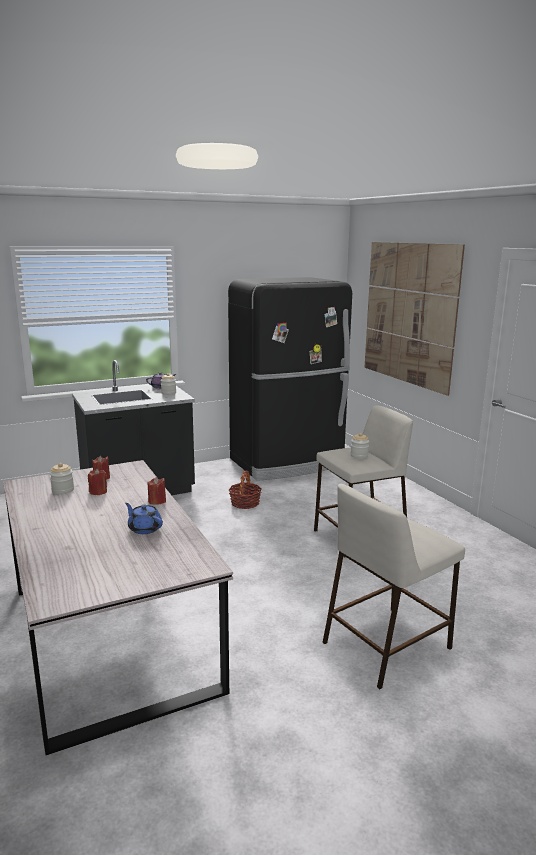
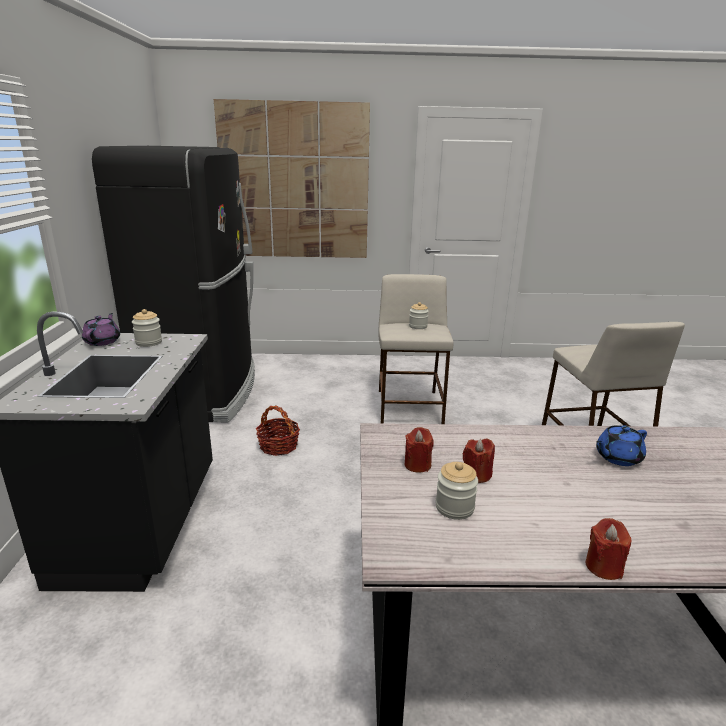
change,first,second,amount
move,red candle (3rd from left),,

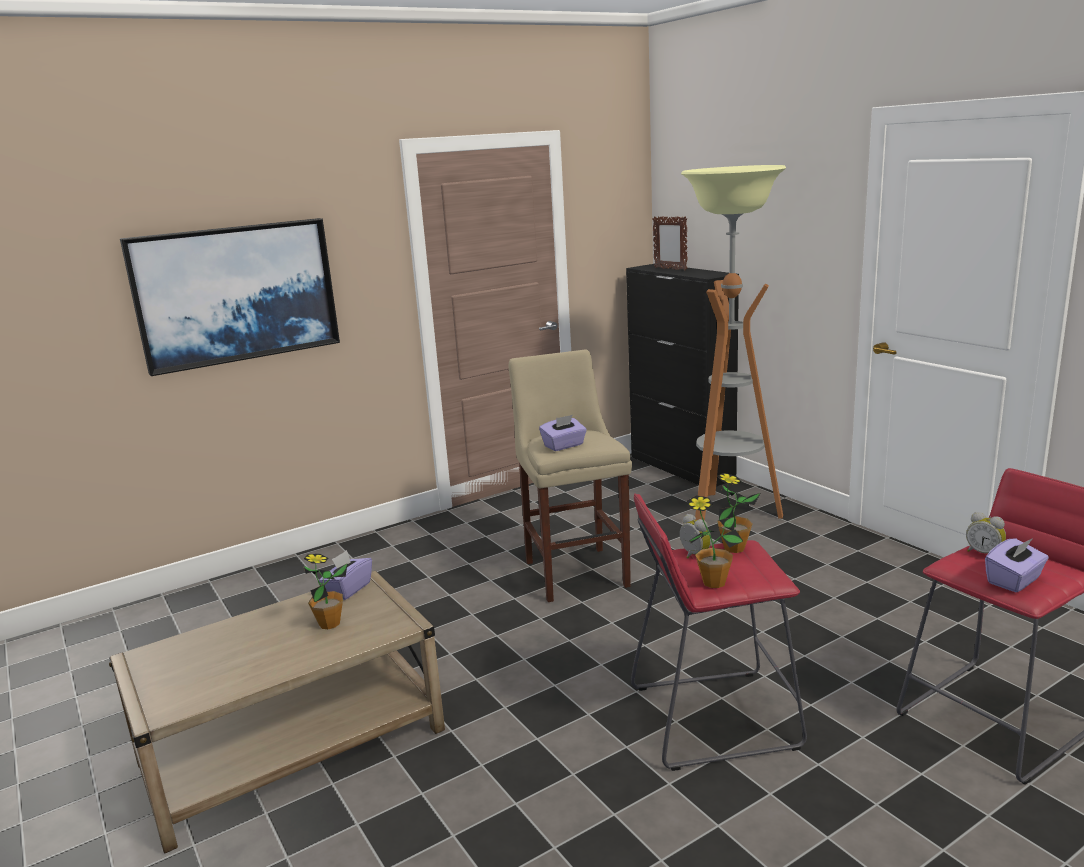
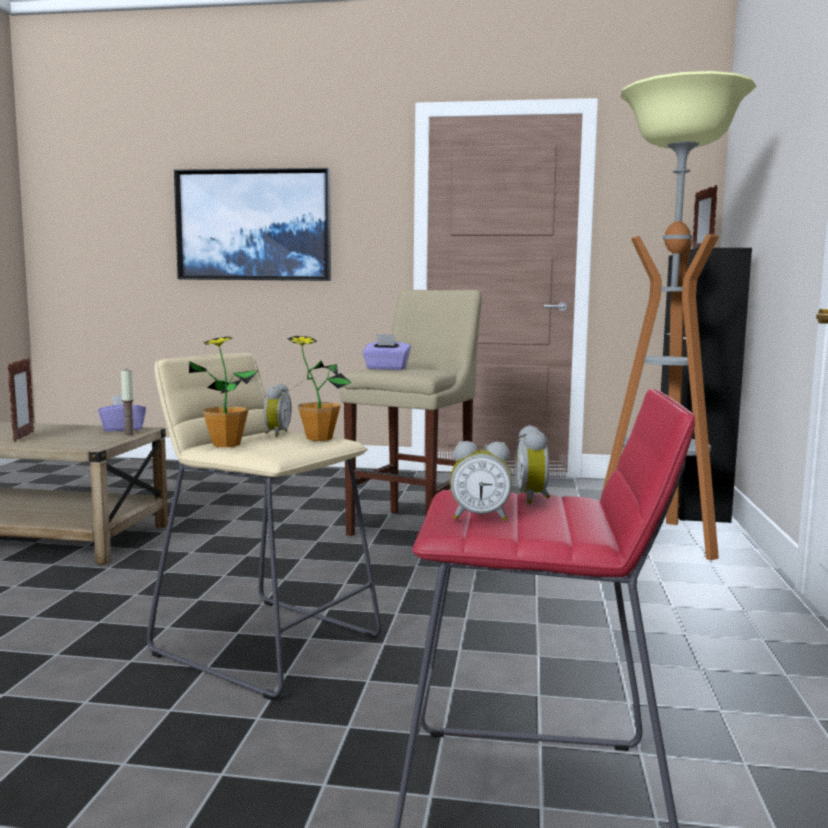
change,first,second,amount
insert,,picture frame (1st from left),
insert,,candle,
recolor,red stool (1st from left),beige stool (1st from left),
replace,purple tissue box (3rd from left),alarm clock (2nd from left),
delete,potted plant (1st from left),,

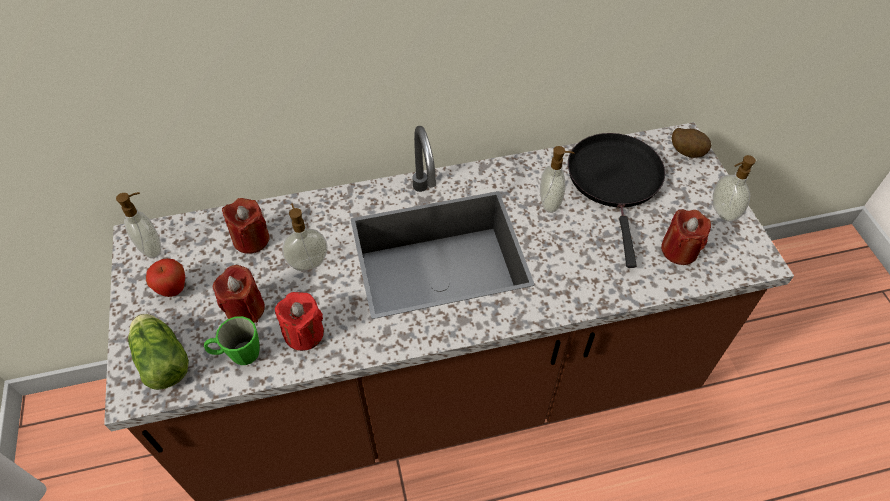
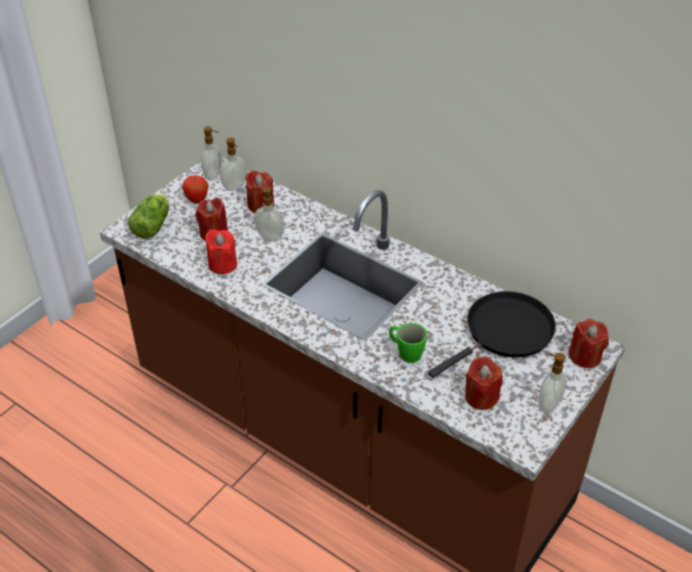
change,first,second,amount
move,soap dispenser (3rd from left in the first image),soap dispenser (2nd from left),
move,green mug,,
replace,potato,red candle (5th from left),

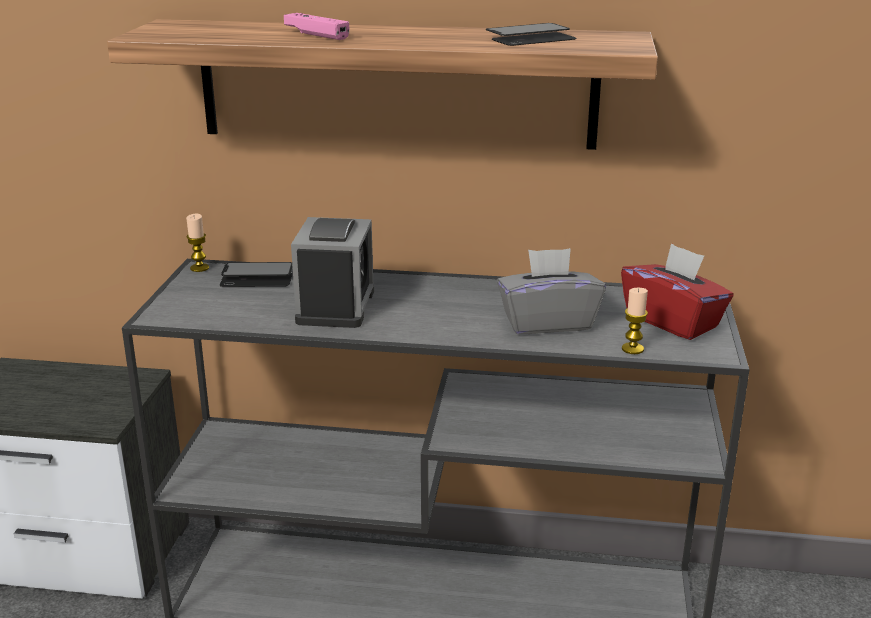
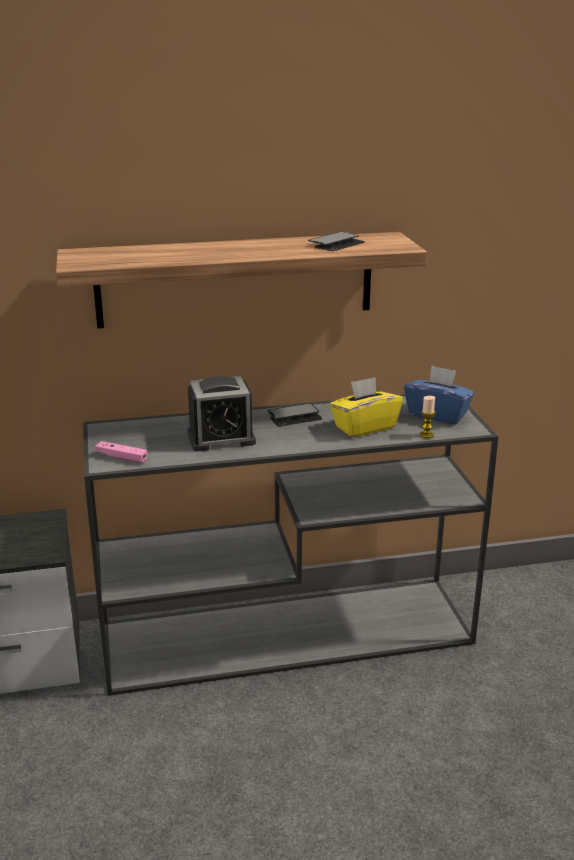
change,first,second,amount
move,pink game controller,,
rotate,alarm clock,,90 degrees clockwise
move,phone (1st from left),,
recolor,grey tissue box,yellow tissue box,
recolor,red tissue box,blue tissue box,
delete,candle (1st from left),,

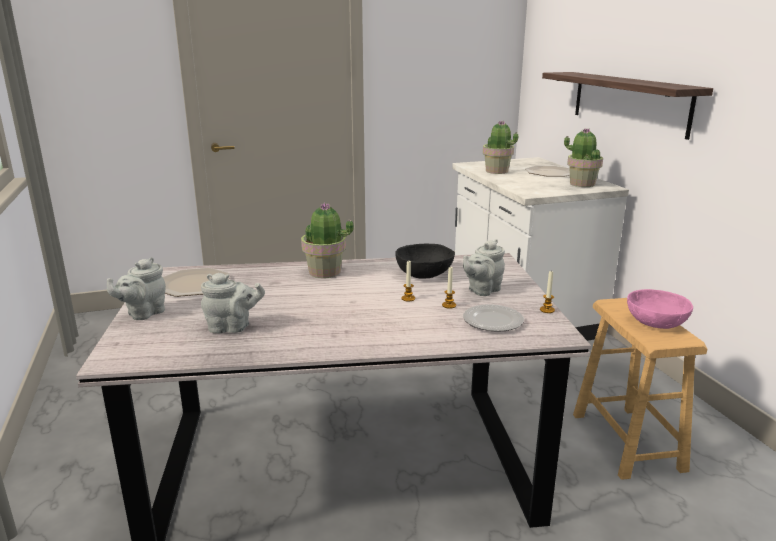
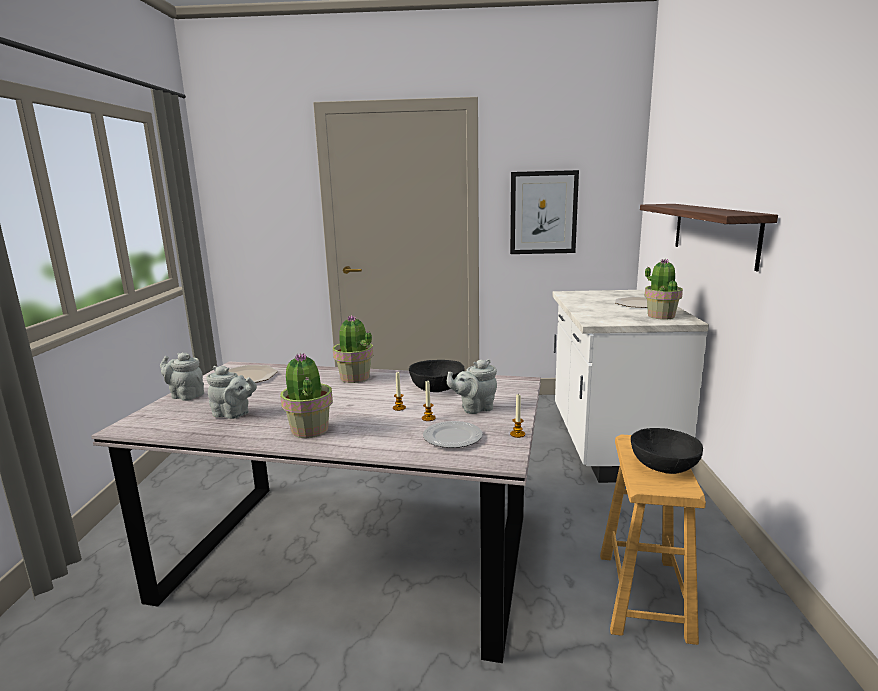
change,first,second,amount
rotate,grey teapot (1st from left),,60 degrees clockwise
move,potted plant (2nd from left in the first image),potted plant (1st from left),
insert,,picture,
recolor,pink bowl,black bowl (2nd from left),

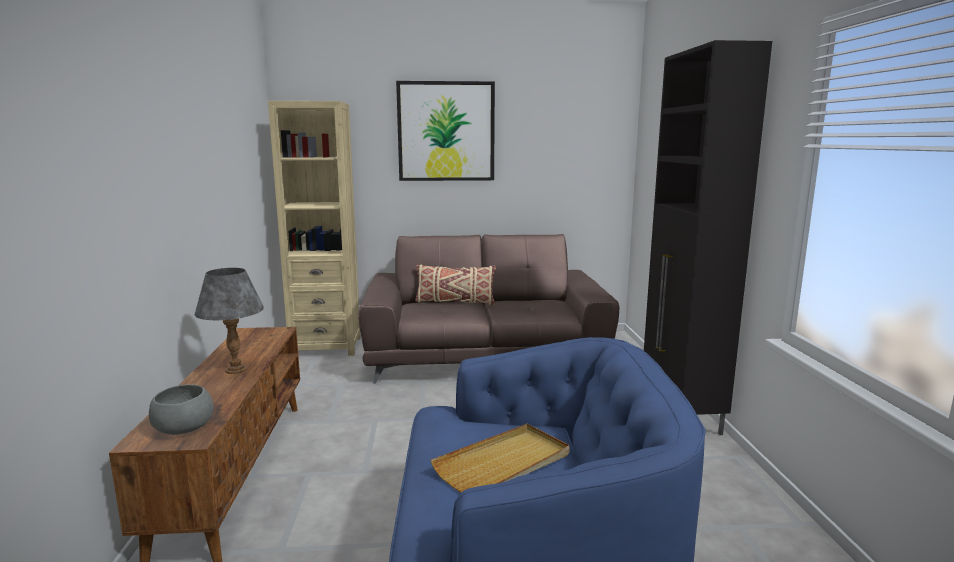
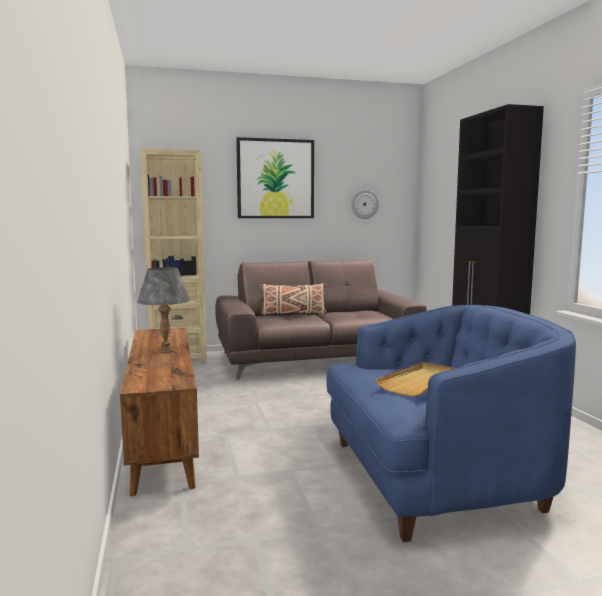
change,first,second,amount
insert,,wall clock,
delete,grey bowl,,

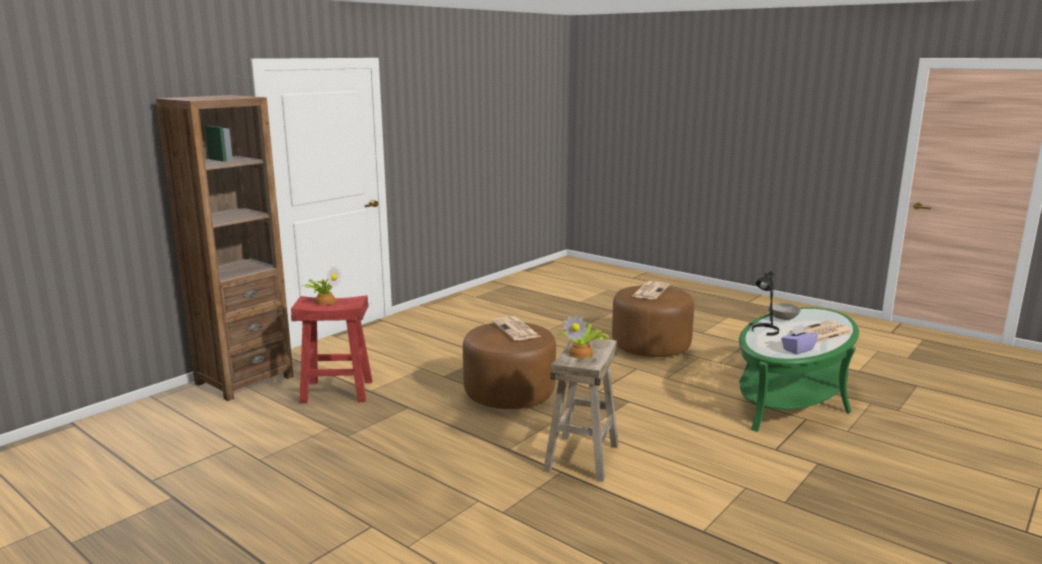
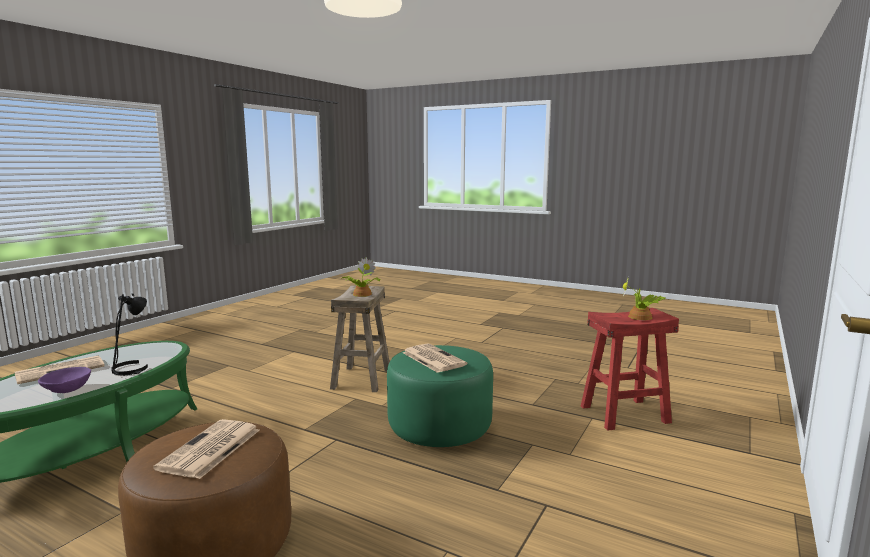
change,first,second,amount
recolor,grey bowl,purple bowl,
recolor,brown ottoman (1st from left),green ottoman,
delete,brown bookcase,,
delete,purple tissue box,,

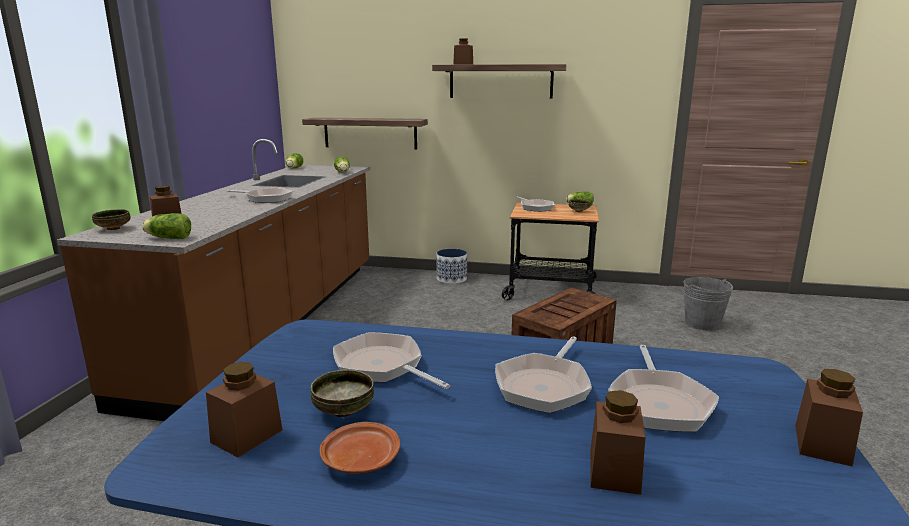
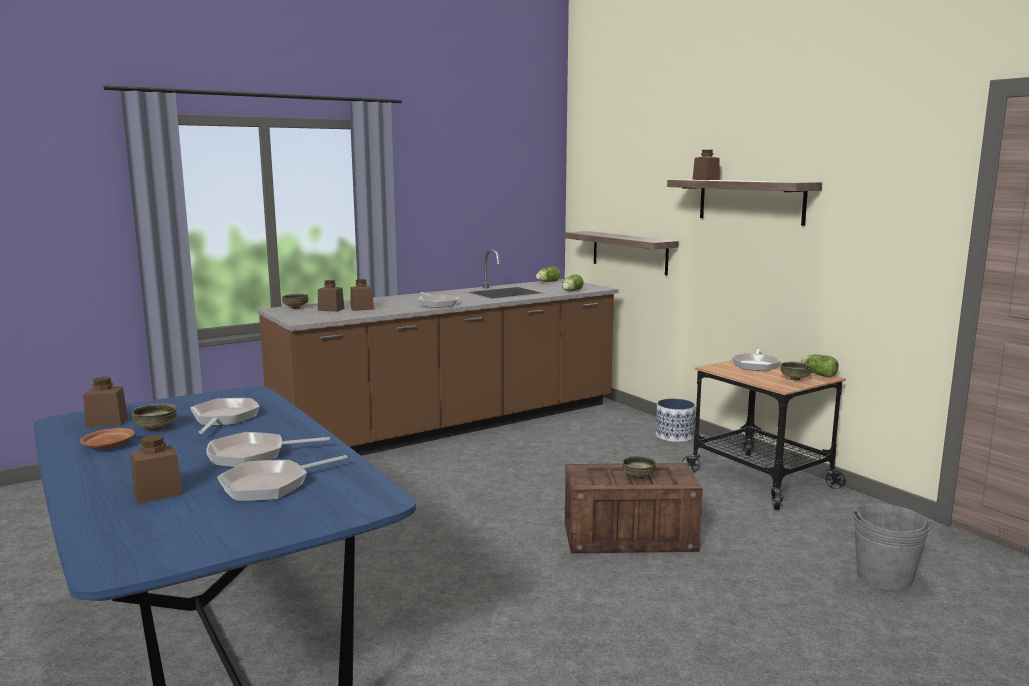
change,first,second,amount
move,brown jar (5th from left in the first image),brown jar (4th from left),
insert,,bowl (3rd from left),
delete,lettuce (1st from left),,

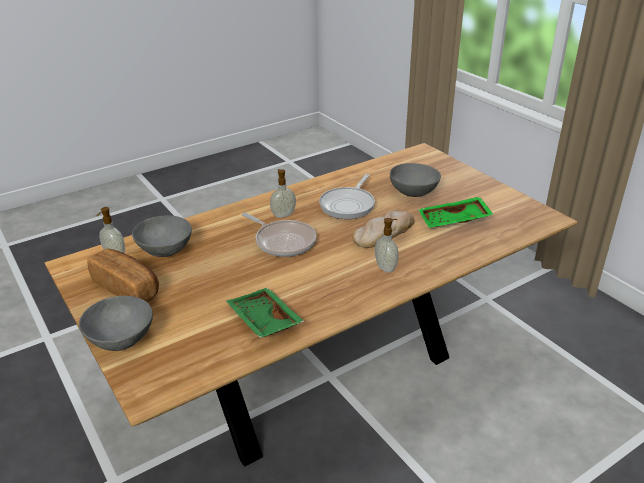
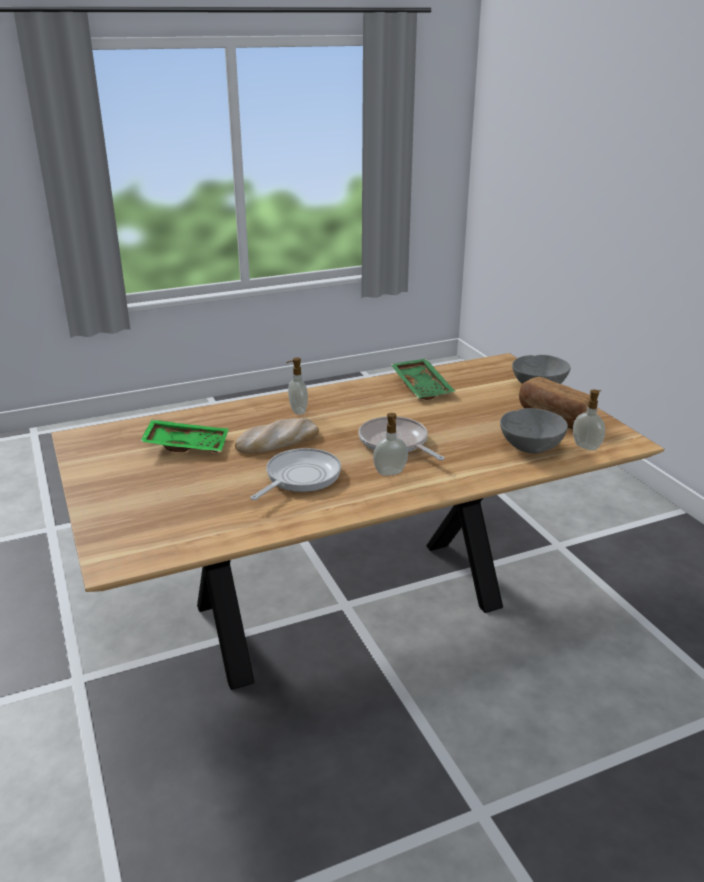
change,first,second,amount
delete,grey bowl (3rd from left),,

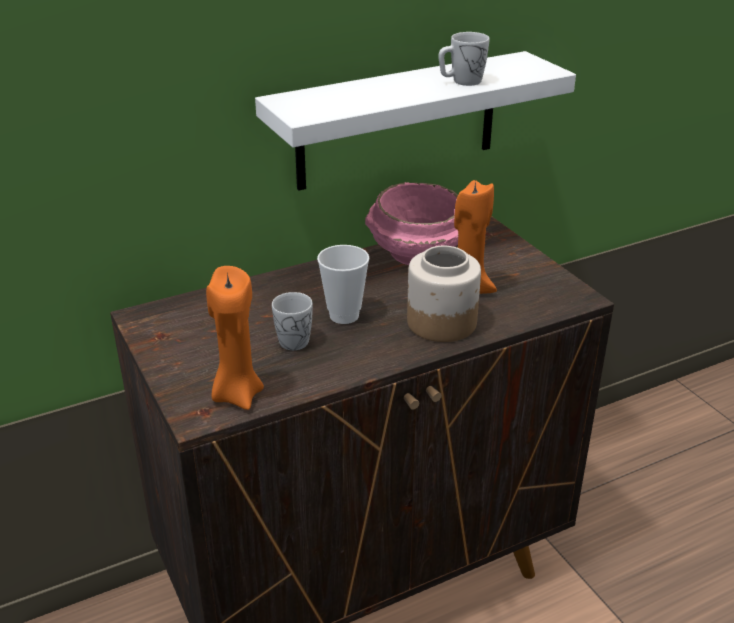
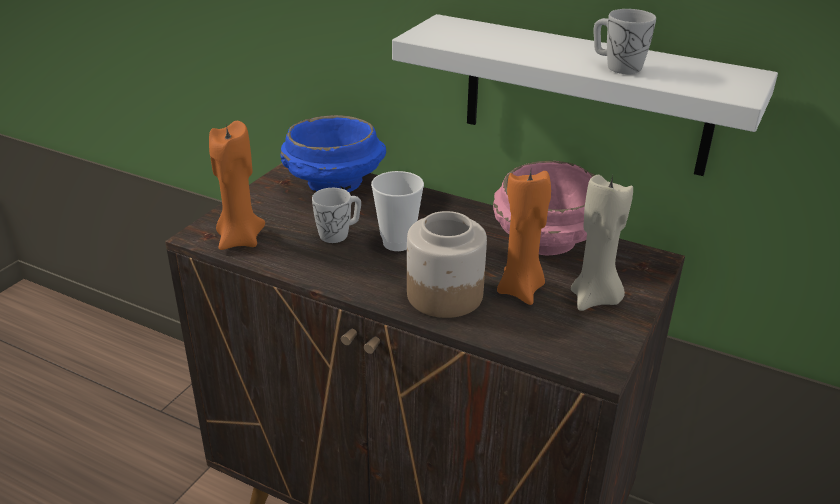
change,first,second,amount
insert,,blue bowl,
insert,,beige candle,

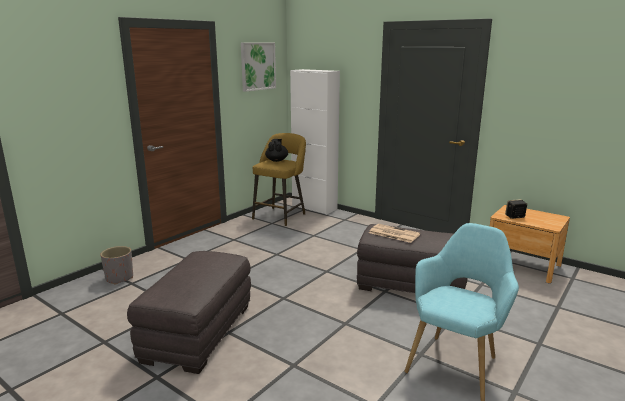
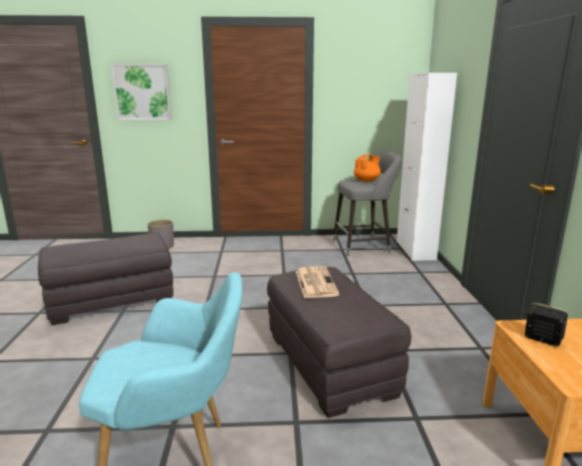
change,first,second,amount
move,picture,,
recolor,yellow stool,grey stool,
recolor,black teapot,orange teapot,

